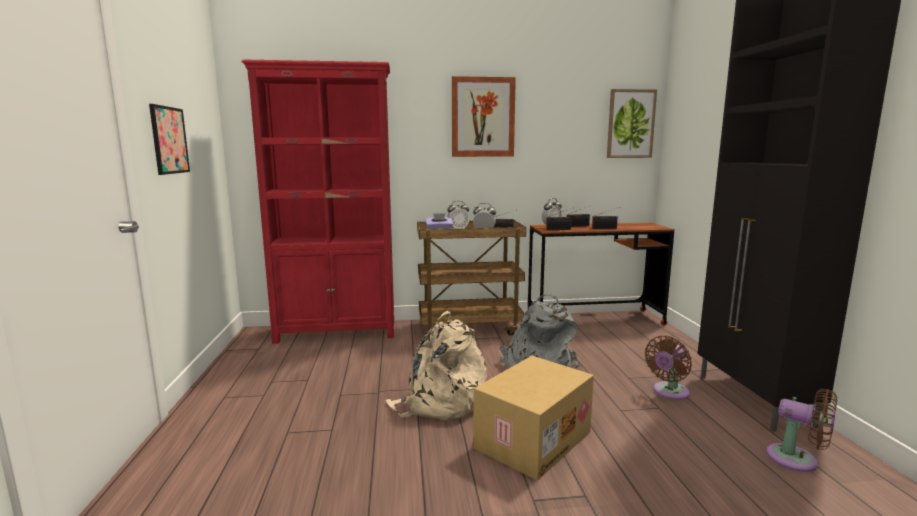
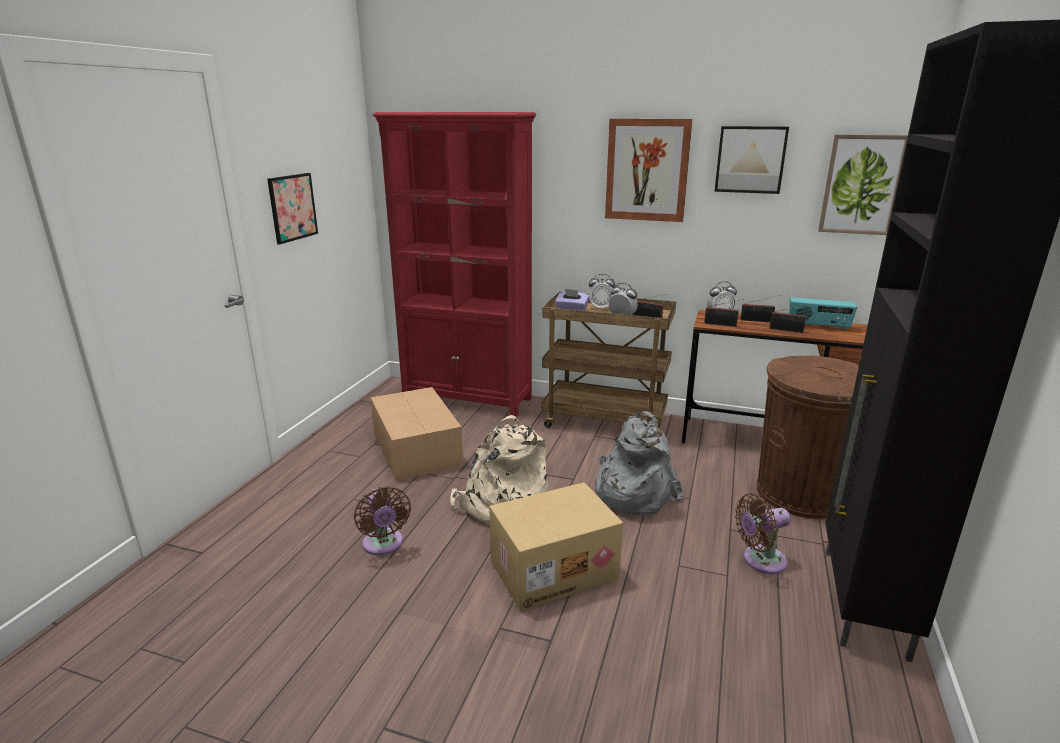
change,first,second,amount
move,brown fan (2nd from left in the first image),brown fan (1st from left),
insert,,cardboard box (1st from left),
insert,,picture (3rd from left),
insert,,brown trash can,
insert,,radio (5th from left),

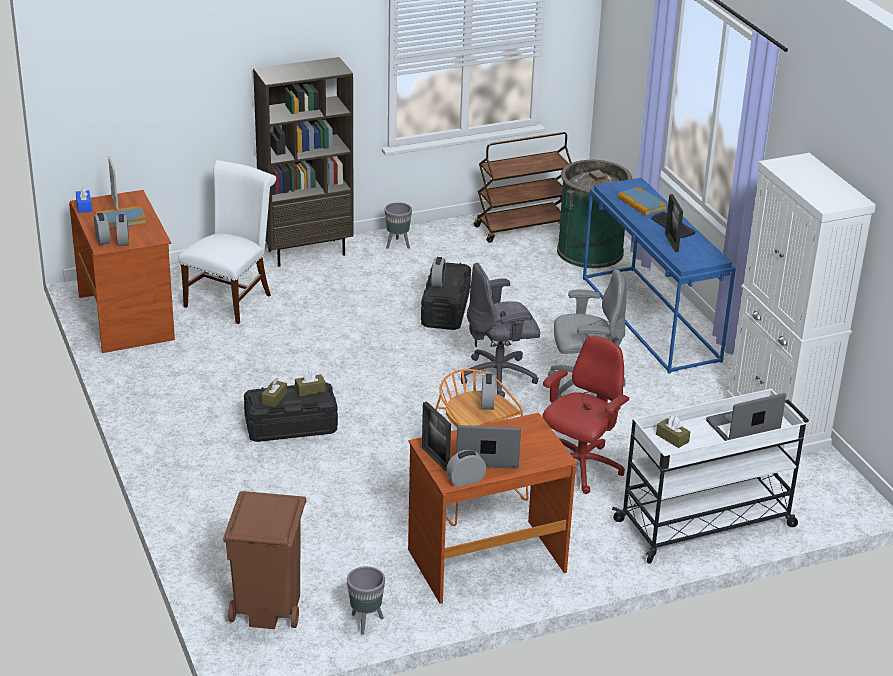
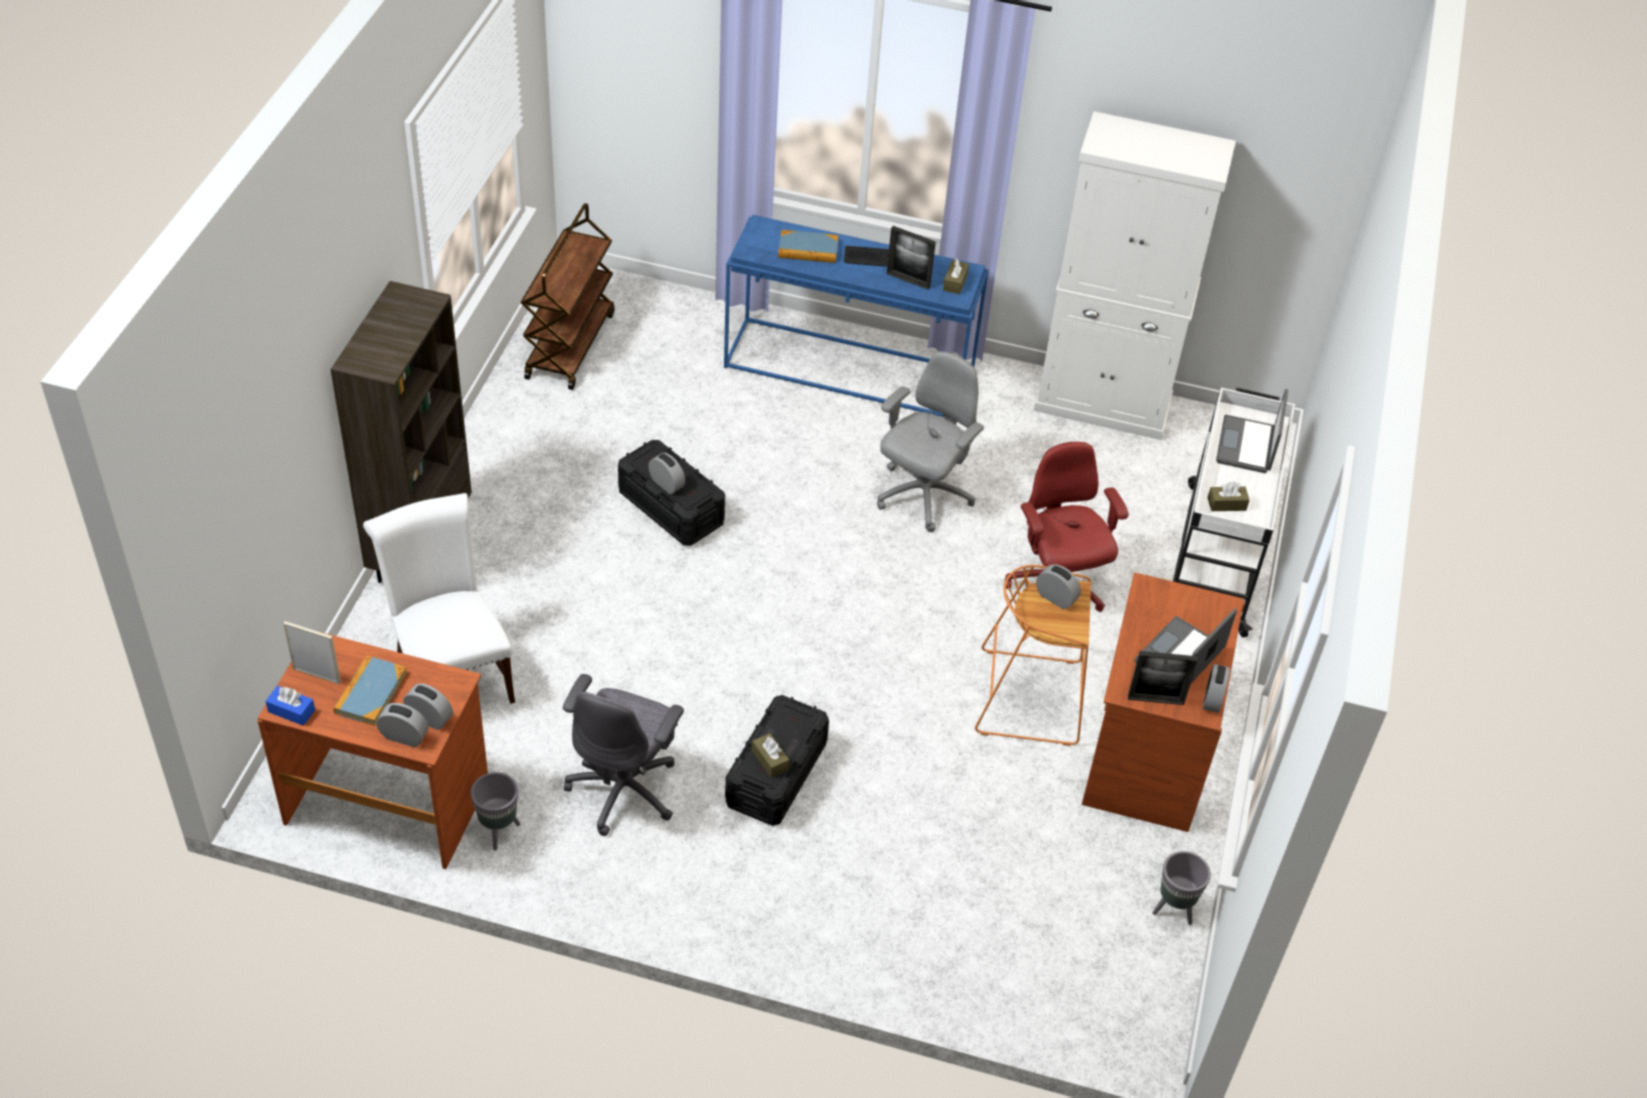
change,first,second,amount
move,grey planter (2nd from left in the first image),grey planter (1st from left),
move,grey office chair (1st from left),,
move,brown tissue box (2nd from left),,
delete,brown trash can,,
delete,green trash can,,

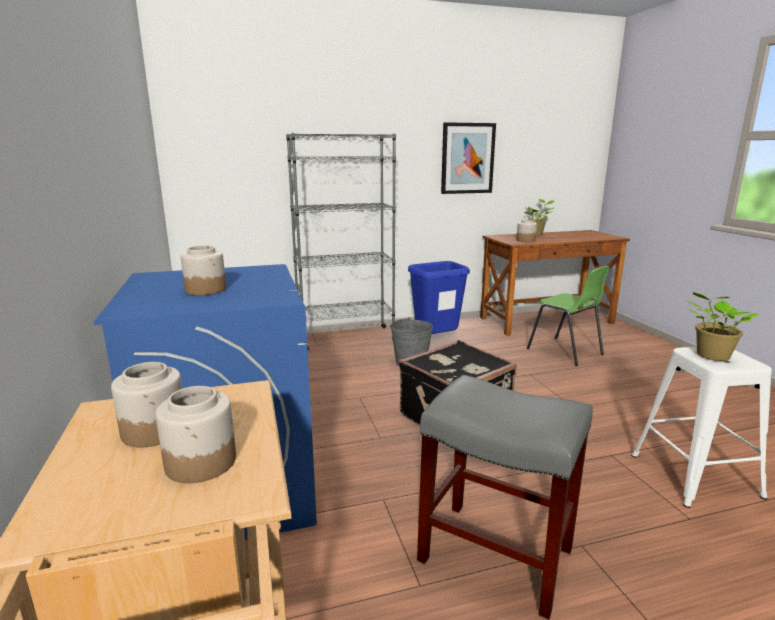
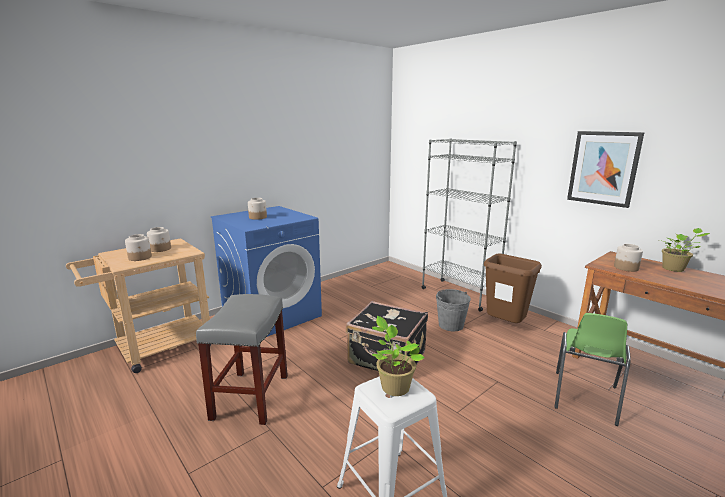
change,first,second,amount
recolor,blue trash can,brown trash can,

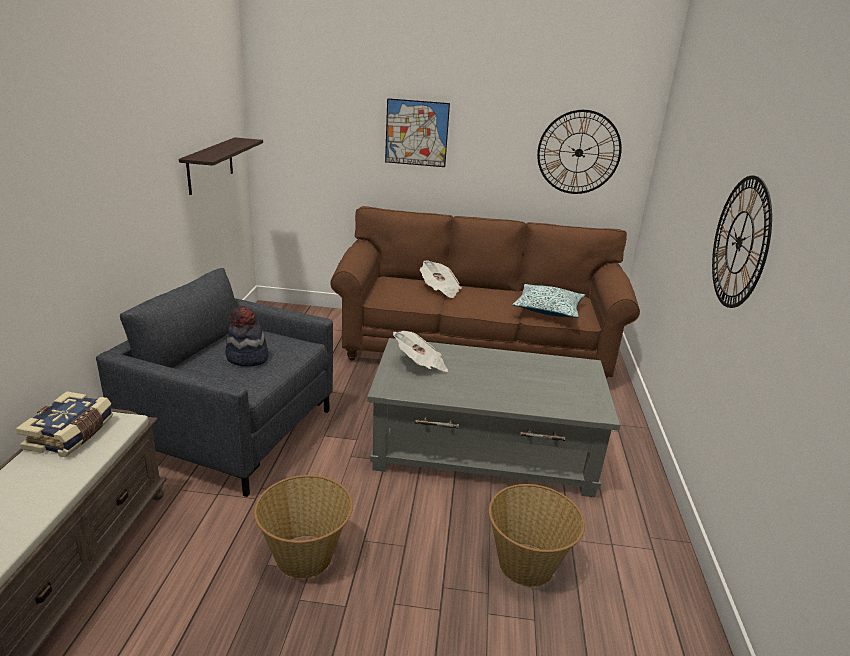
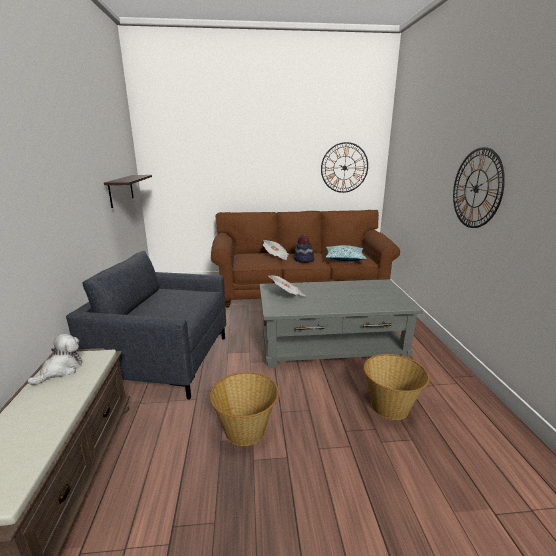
change,first,second,amount
replace,book,plush toy,
move,hat,,
delete,picture,,

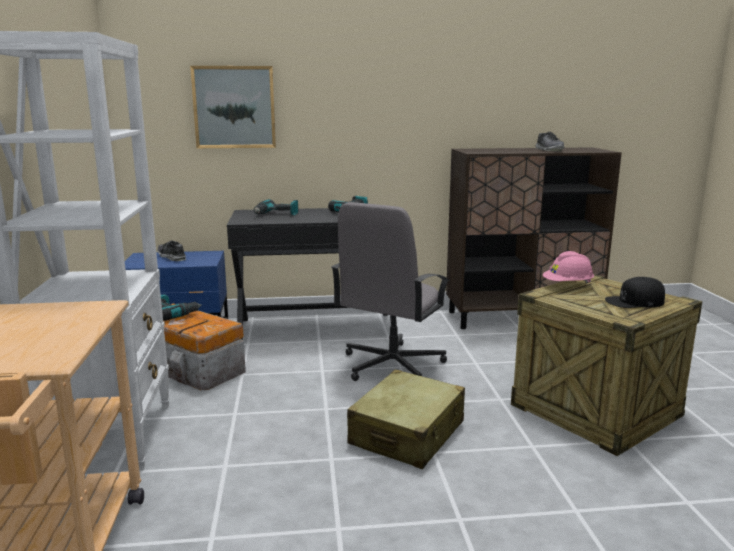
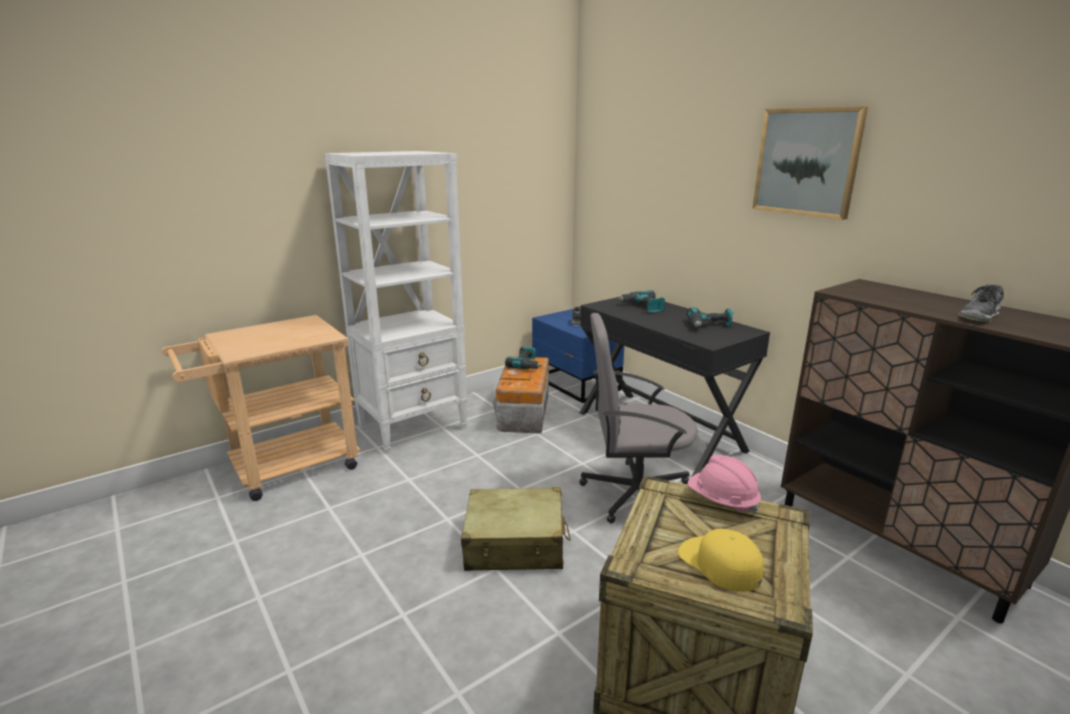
change,first,second,amount
recolor,black cap,yellow cap,
move,picture,,

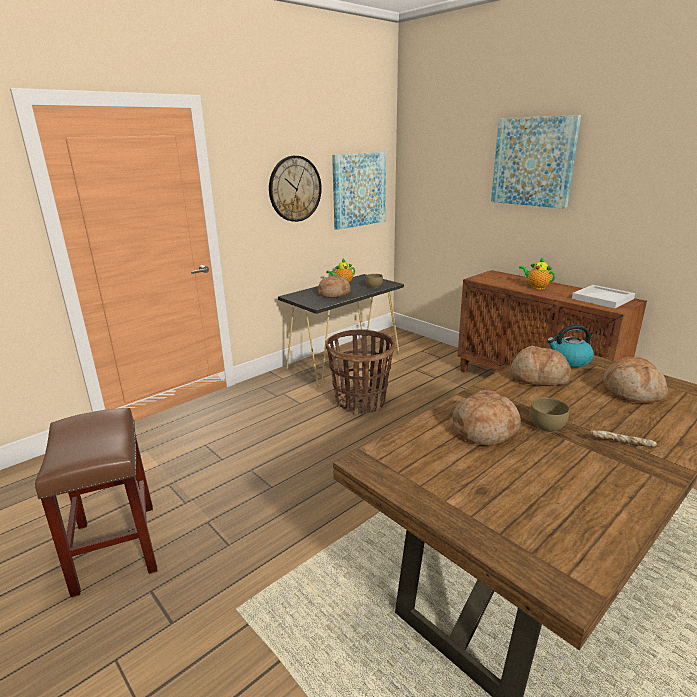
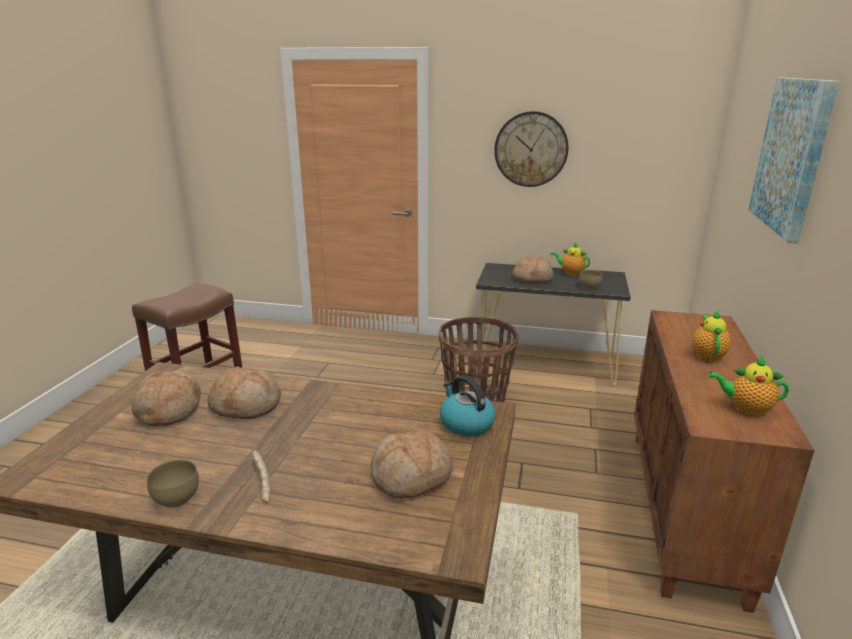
change,first,second,amount
move,bread (3rd from left in the first image),bread (1st from left),
move,brown bowl (2nd from left in the first image),brown bowl (1st from left),
replace,white tray,teapot (3rd from left),
delete,picture (1st from left),,

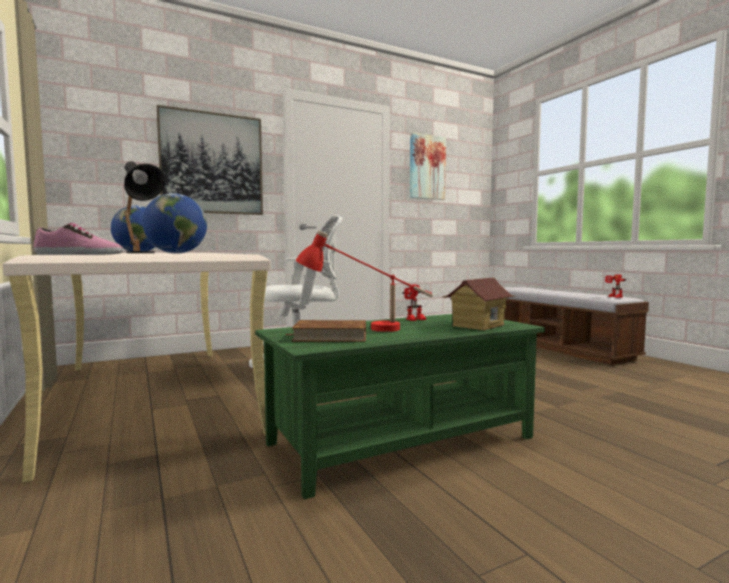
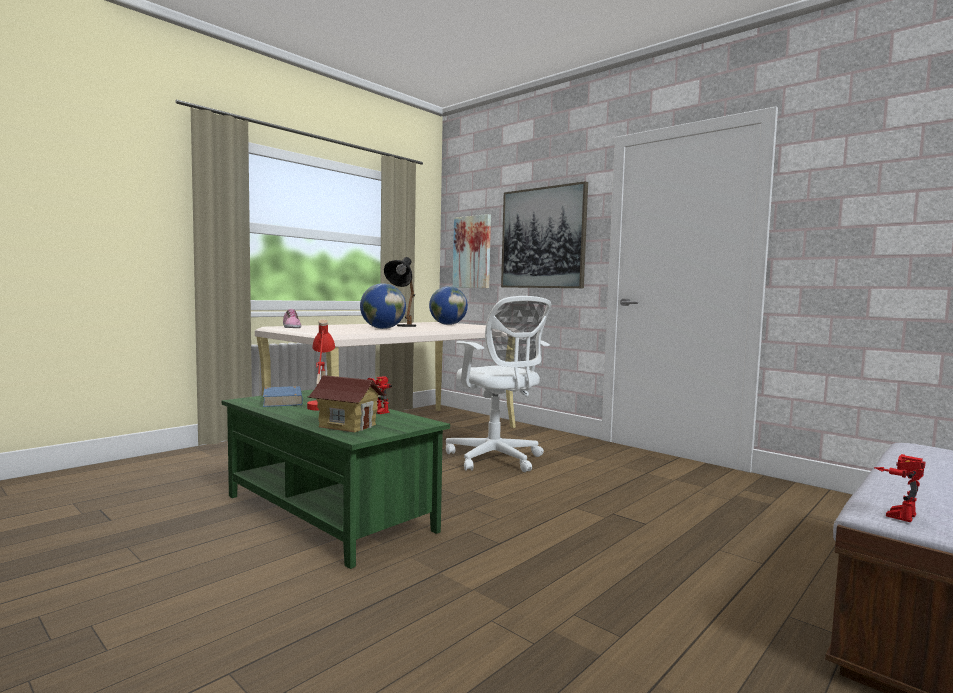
change,first,second,amount
recolor,brown book,blue book,
move,picture (2nd from left in the first image),picture (1st from left),

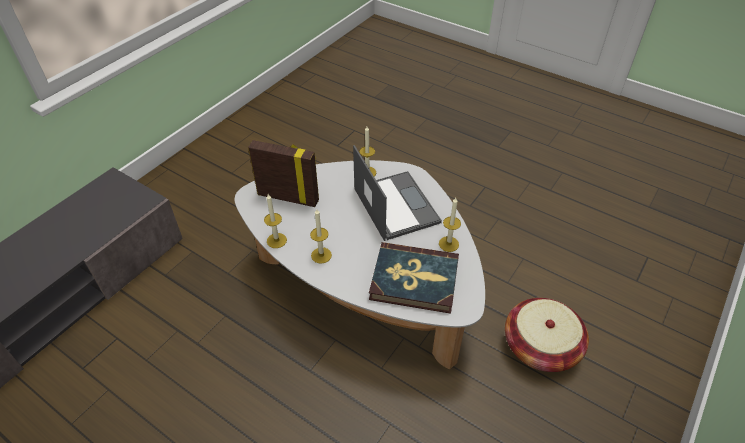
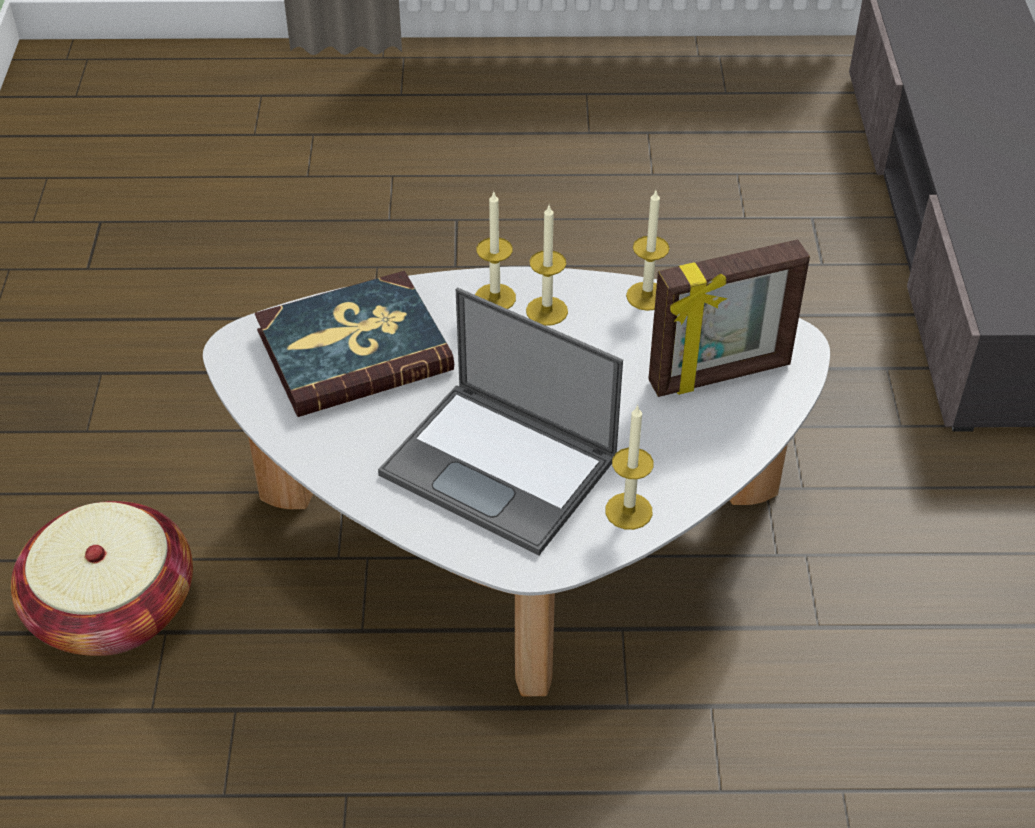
change,first,second,amount
move,candle (4th from left in the first image),candle (1st from left),

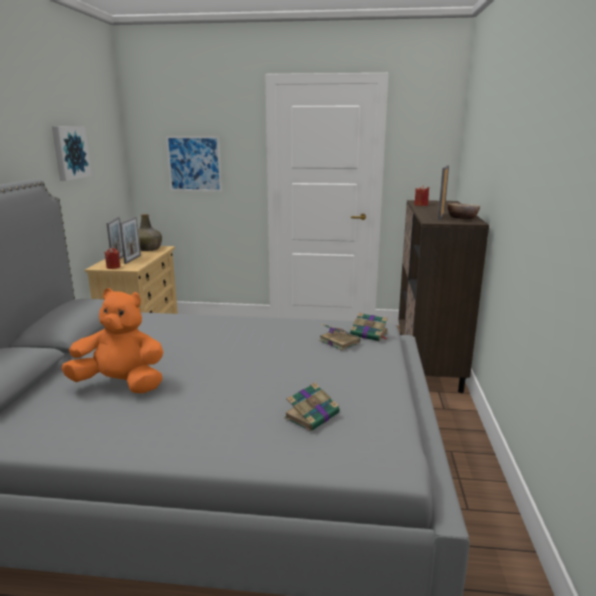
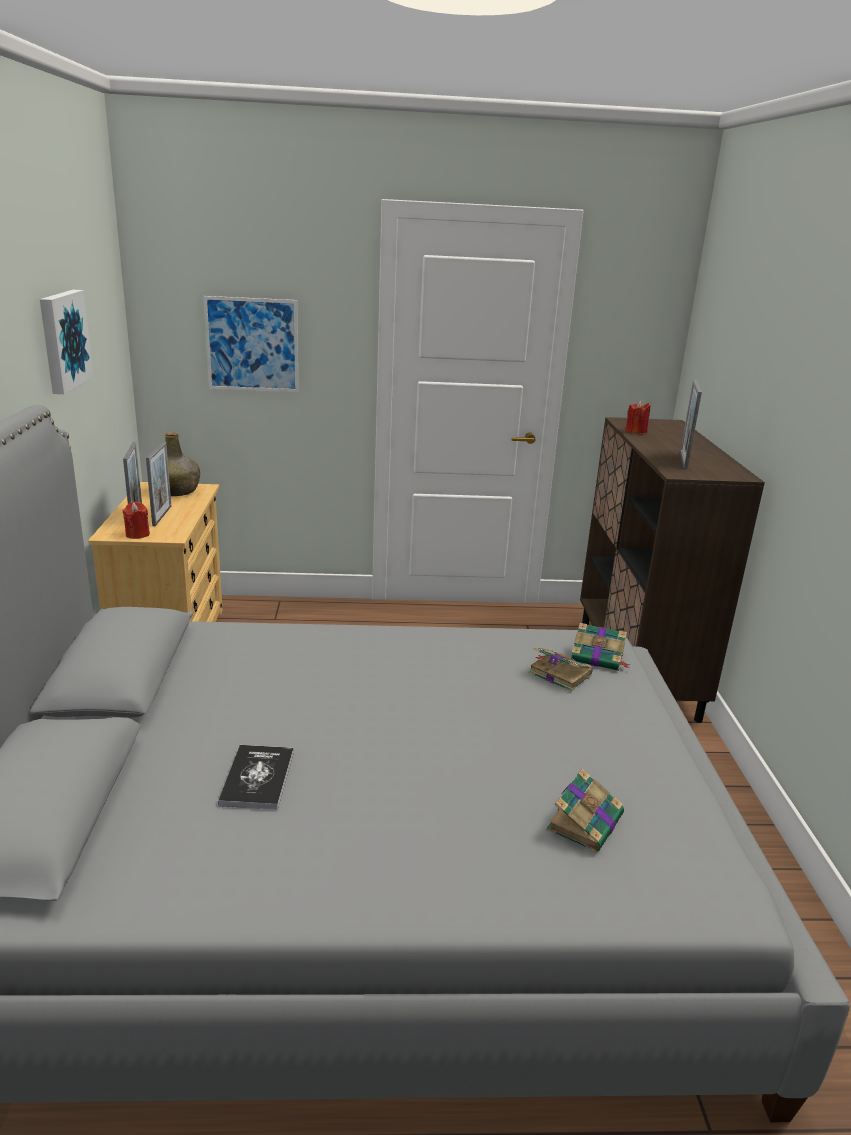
change,first,second,amount
replace,orange plush toy,book (1st from left),
delete,bowl,,

